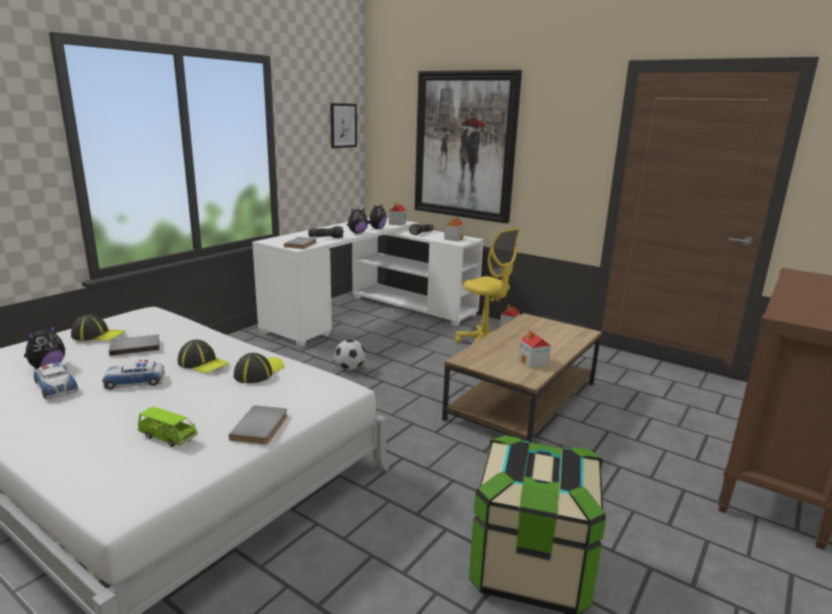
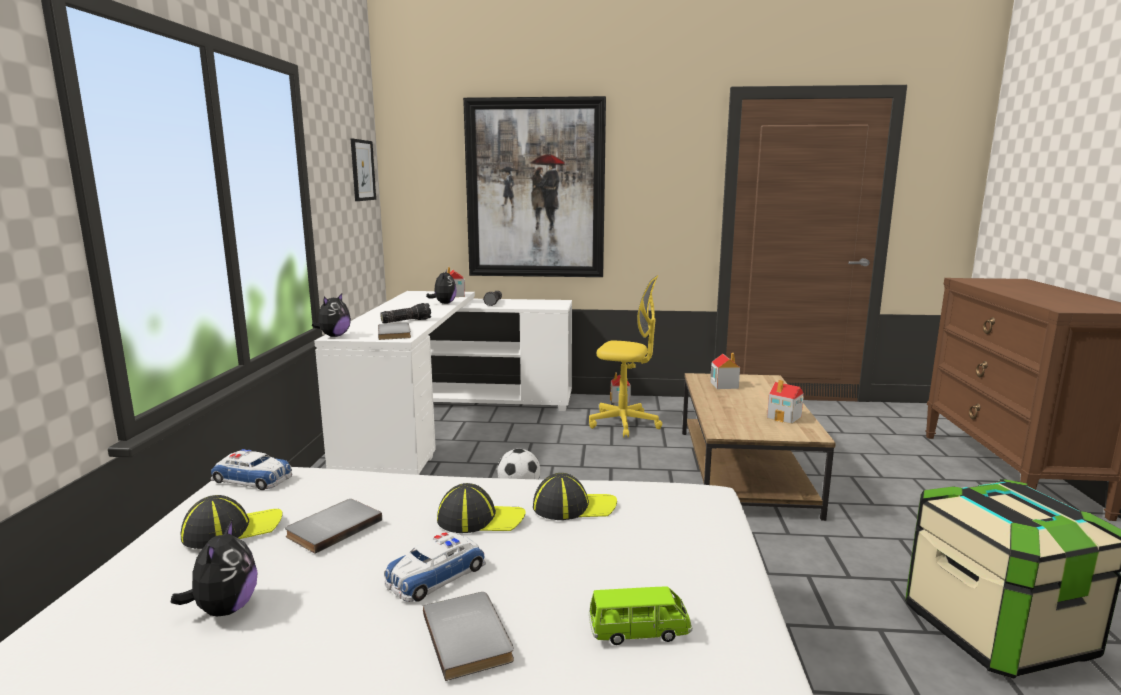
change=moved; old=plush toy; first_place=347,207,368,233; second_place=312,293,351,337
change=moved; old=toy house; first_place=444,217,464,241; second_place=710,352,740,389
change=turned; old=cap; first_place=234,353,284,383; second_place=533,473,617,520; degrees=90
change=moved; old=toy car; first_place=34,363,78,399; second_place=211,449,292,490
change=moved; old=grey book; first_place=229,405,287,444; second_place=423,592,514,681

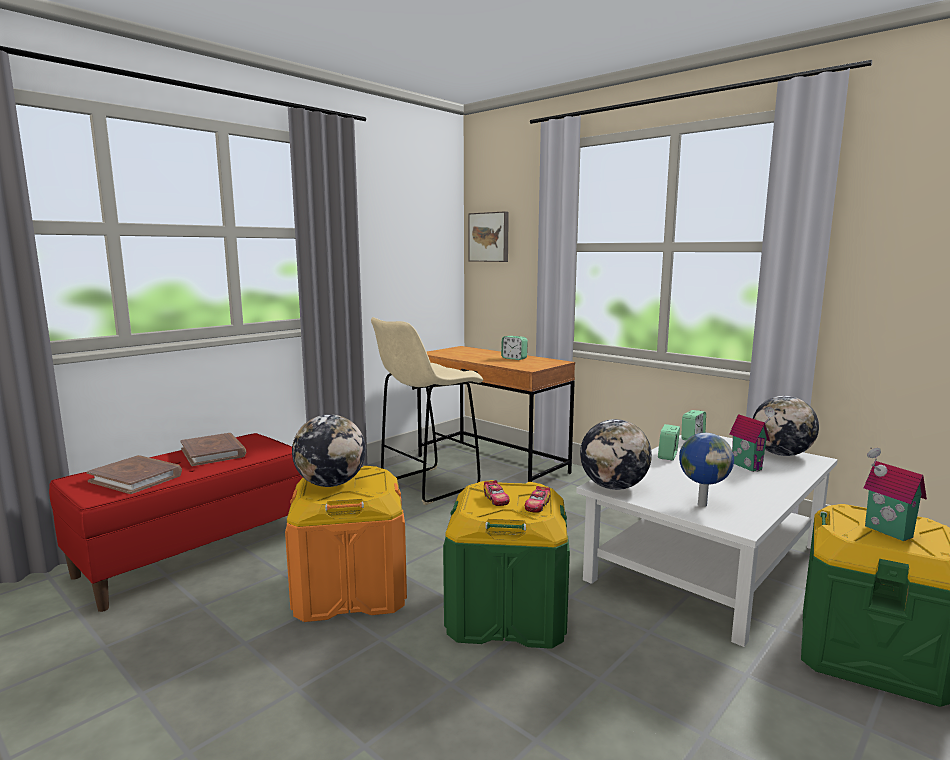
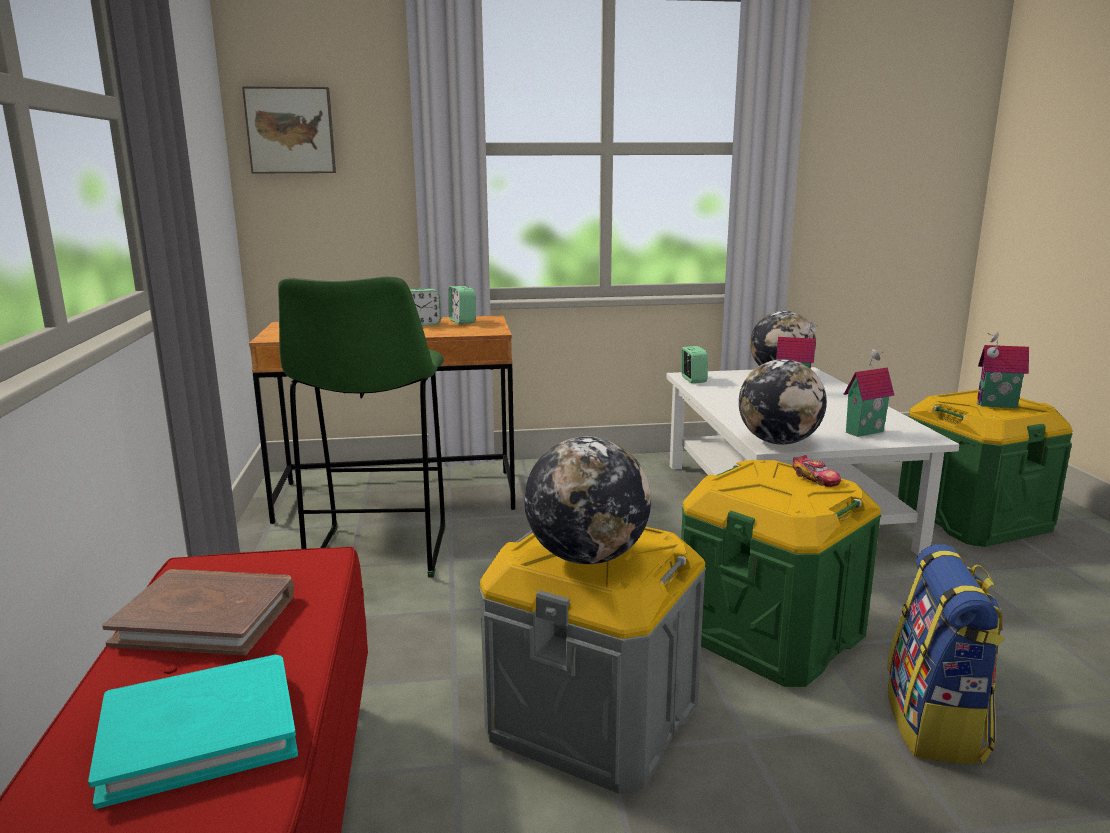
change=recoloured; old=beige stool; new=green stool; first_place=371,317,483,505; second_place=278,276,445,577
change=moved; old=alarm clock; first_place=658,424,680,461; second_place=448,286,476,324
change=replaced; old=globe; new=toy house; first_place=679,433,734,507; second_place=843,349,894,437
change=recoloured; old=brown book; new=turquoise book; first_place=86,455,182,494; second_place=88,654,298,809
change=recoloured; old=orange storage box; new=grey storage box; first_place=285,466,407,622; second_place=479,527,706,794
change=removed; old=toy car; first_place=484,480,510,506
change=added; new=backpack; second_place=887,544,1004,764

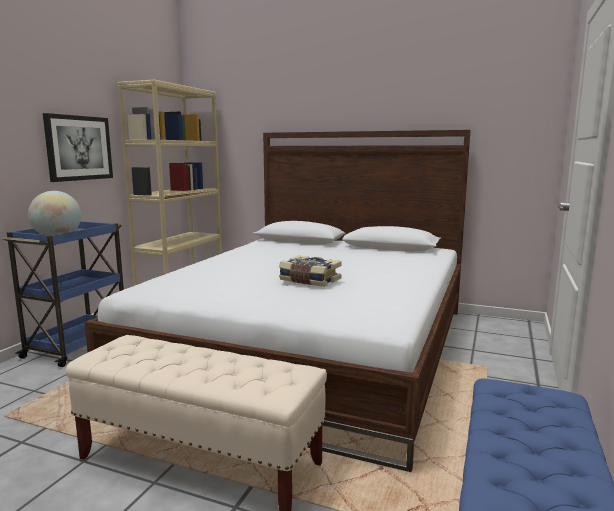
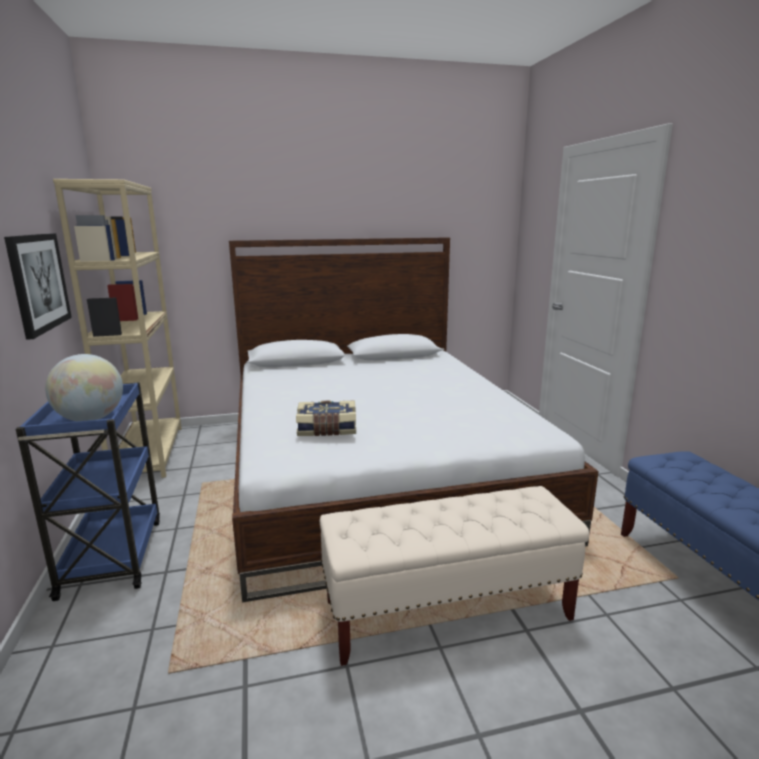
change=moved; old=book; first_place=279,256,342,287; second_place=296,401,356,436

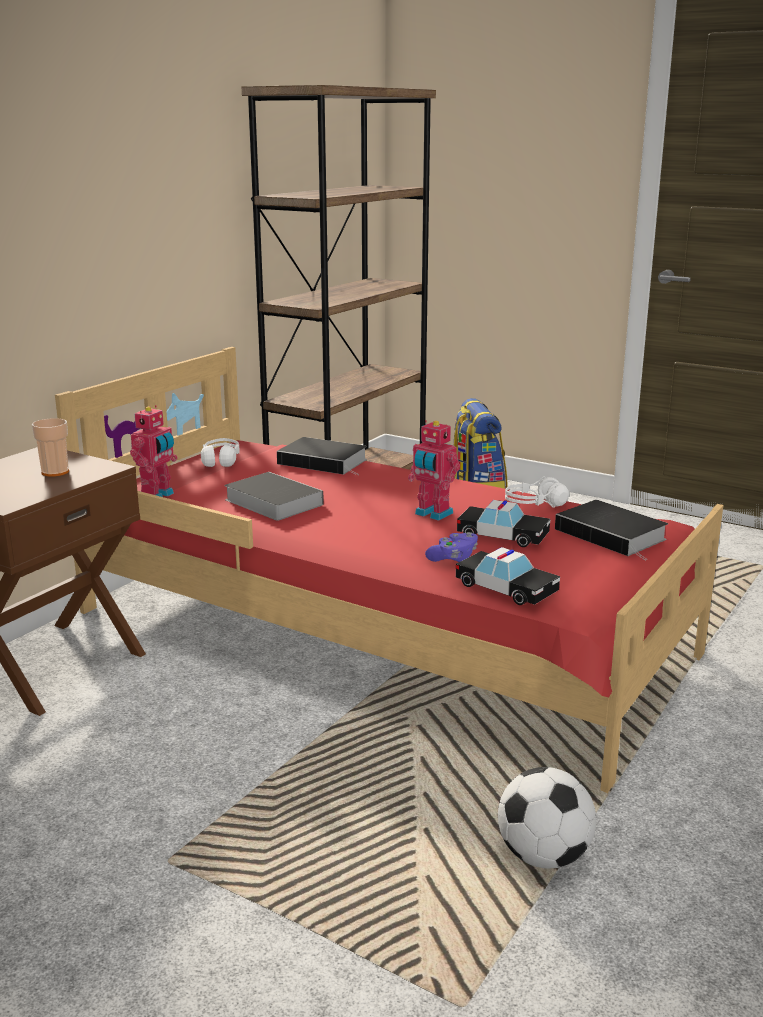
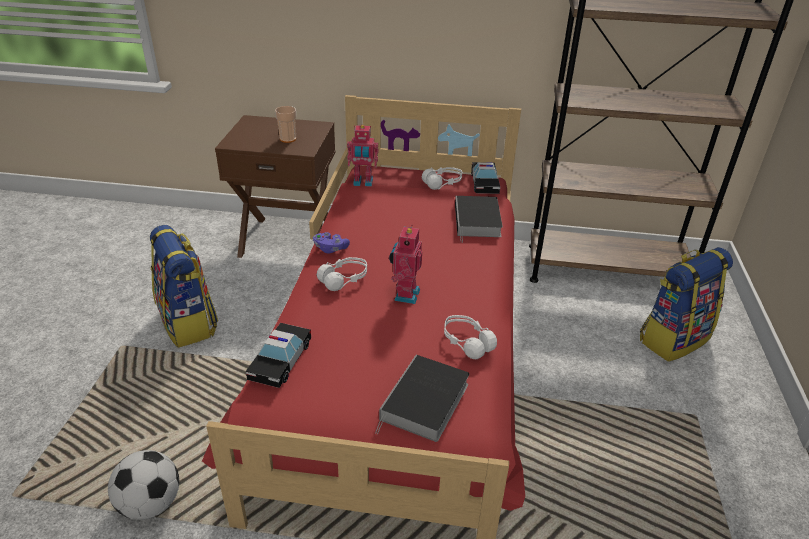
change=removed; old=book; first_place=224,472,324,521
change=moved; old=toy car; first_place=457,500,550,547; second_place=471,162,500,194
change=moved; old=purple game controller; first_place=425,532,478,562; second_place=313,232,350,254
change=added; new=backpack; second_place=150,225,218,348
change=added; new=white headphones; second_place=317,257,367,291

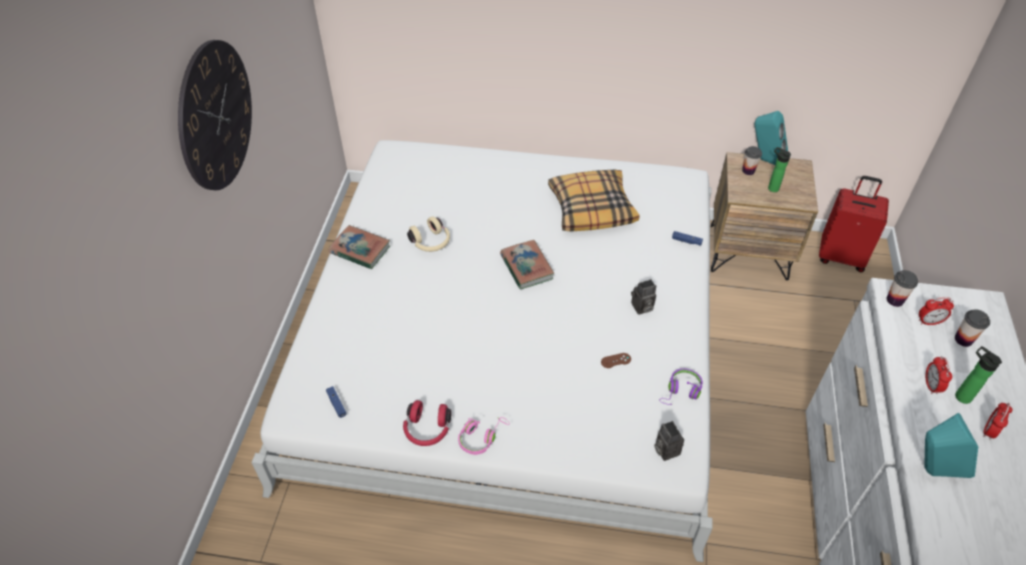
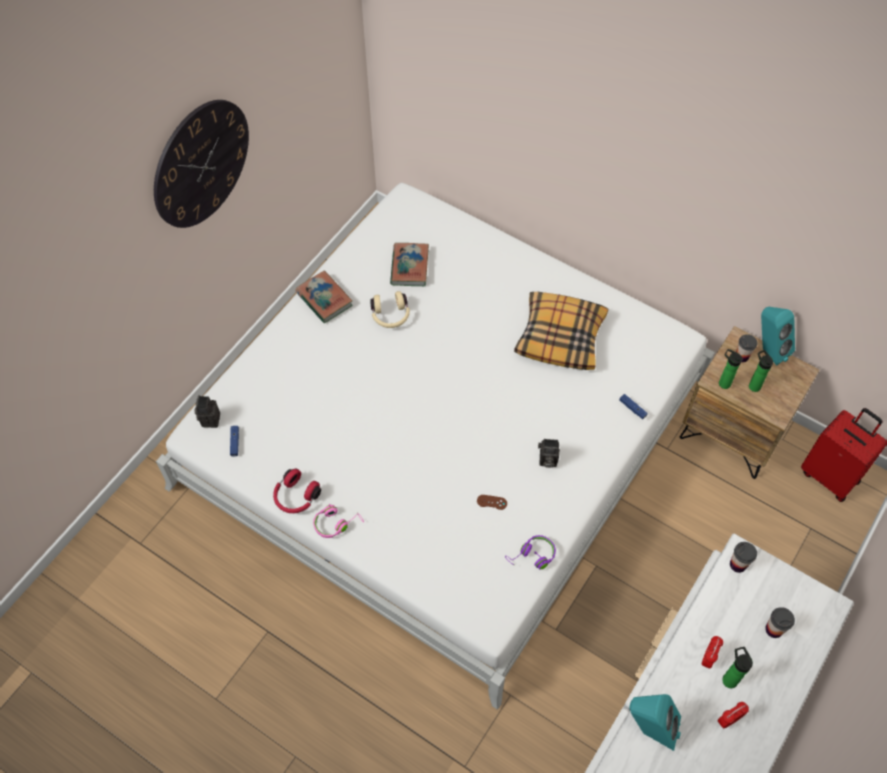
change=moved; old=book; first_place=500,240,555,289; second_place=390,243,429,286
change=removed; old=alarm clock; first_place=919,297,954,325
change=moved; old=photo camera; first_place=654,421,684,461; second_place=194,395,220,428
change=added; new=bottle; second_place=719,349,743,389

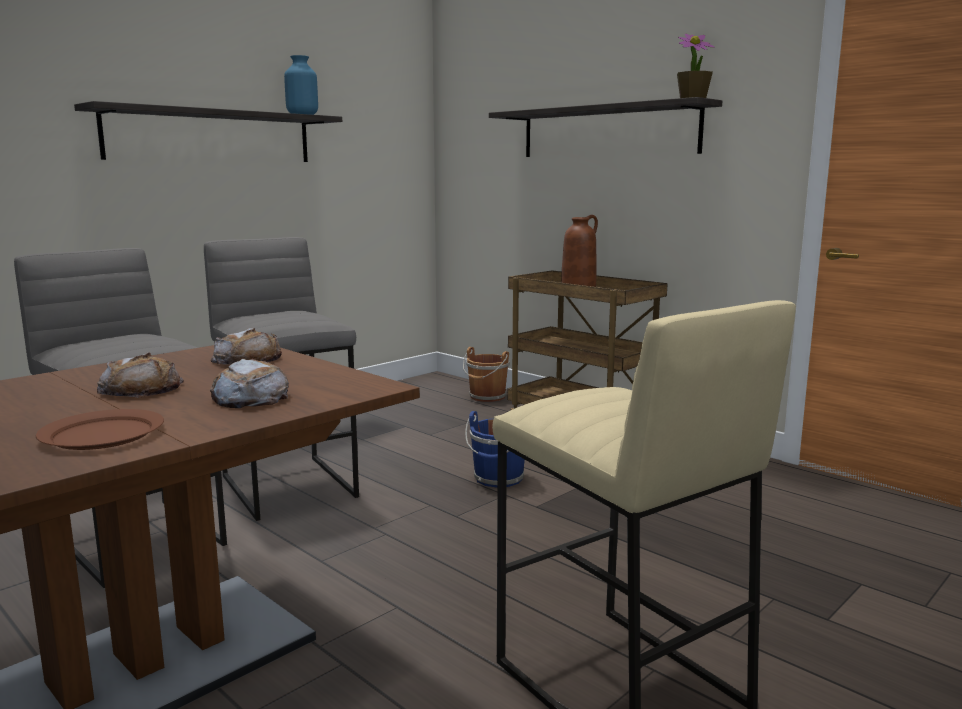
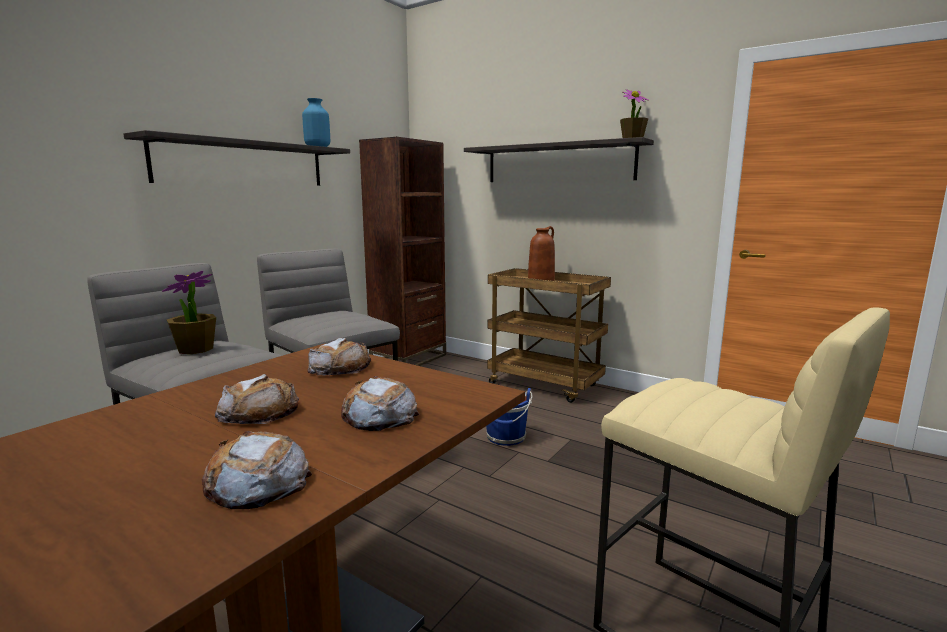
change=removed; old=brown bucket; first_place=463,347,509,402
change=replaced; old=brown plate; new=bread; first_place=36,409,164,450; second_place=202,431,312,509
change=added; new=brown bookcase; second_place=359,137,446,366
change=added; new=potted plant; second_place=162,271,216,354

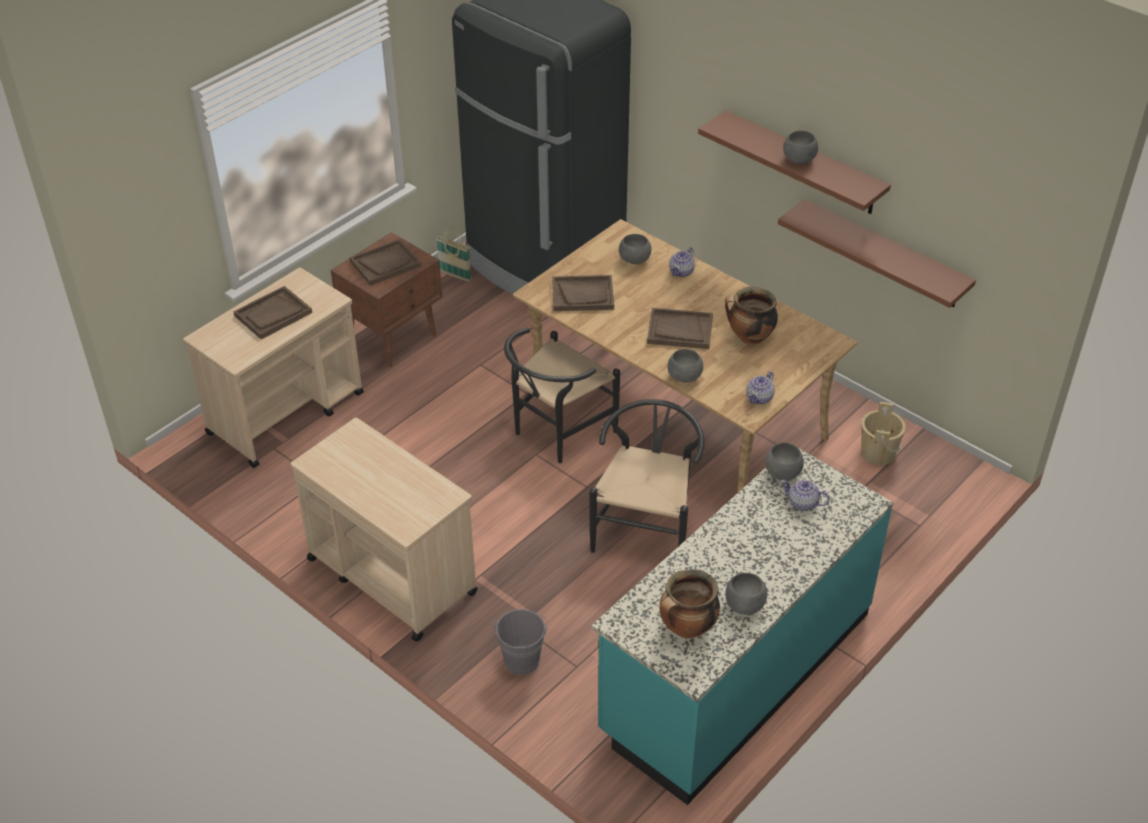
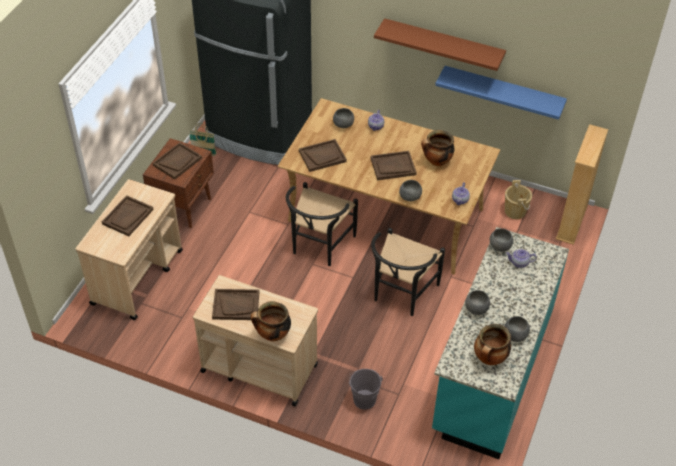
change=moved; old=grey bowl; first_place=783,131,818,164; second_place=465,290,490,315
change=recoloured; old=brown shelf; new=blue shelf; first_place=778,199,976,308; second_place=435,66,567,120
change=turned; old=black chair; first_place=589,399,704,553; second_place=371,228,445,316; degrees=-150
change=added; new=beige bookcase; second_place=556,124,608,245
change=added; new=brown tray; second_place=212,289,259,320
change=added; new=cooking pot; second_place=251,301,291,341

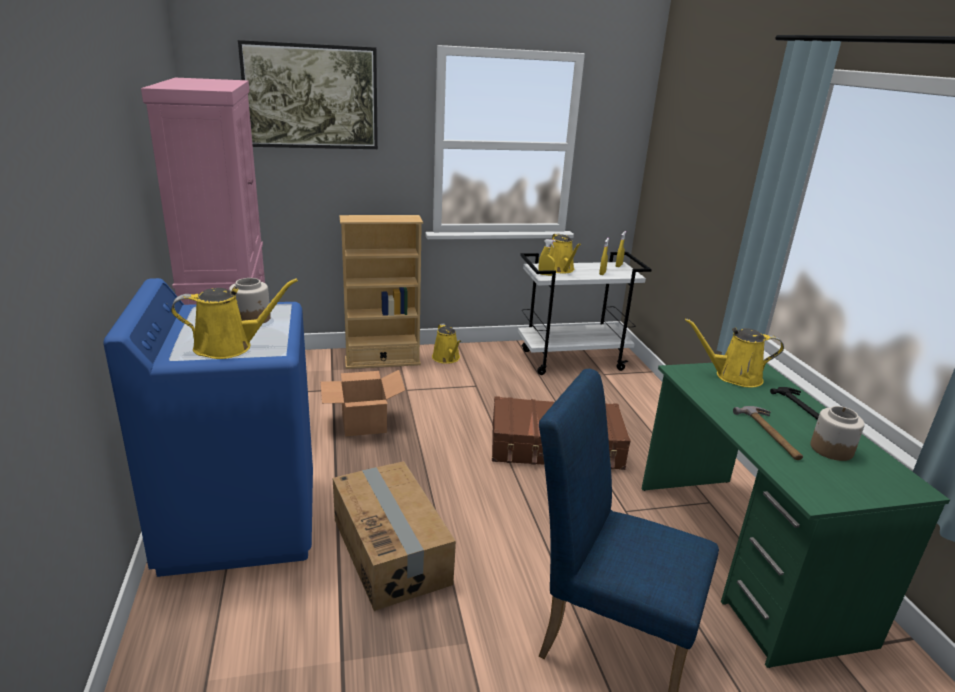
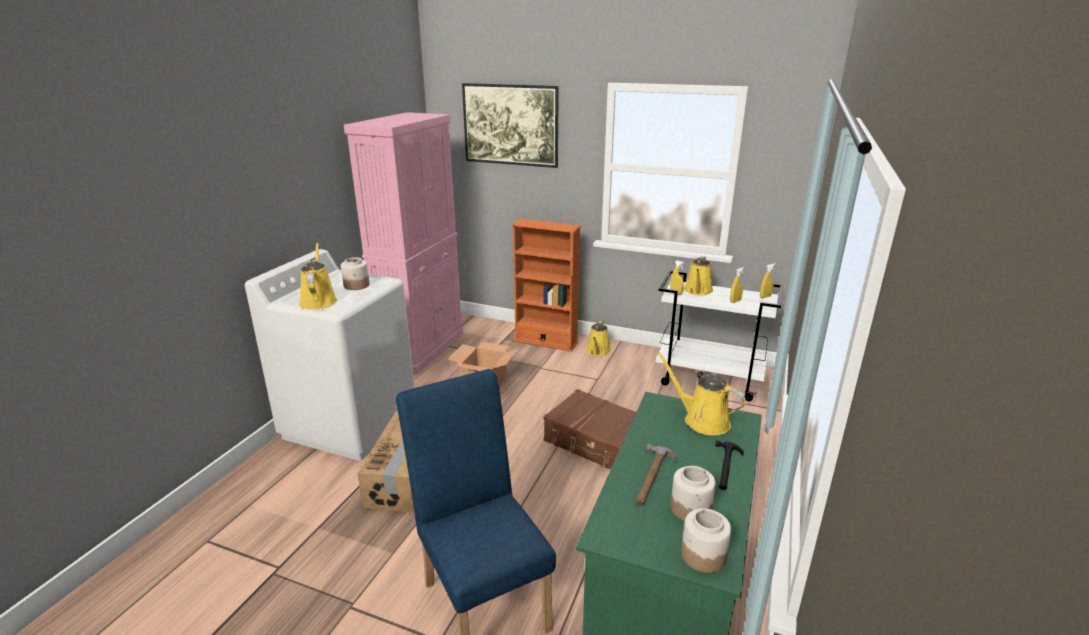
change=recoloured; old=beige bookcase; new=orange bookcase; first_place=339,215,423,369; second_place=511,219,581,352
change=recoloured; old=blue washing machine; new=white washing machine; first_place=103,278,313,577; second_place=245,249,414,461
change=turned; old=yellow watering can; first_place=171,278,298,359; second_place=299,243,337,310; degrees=-120
change=added; new=jar; second_place=681,508,731,573

